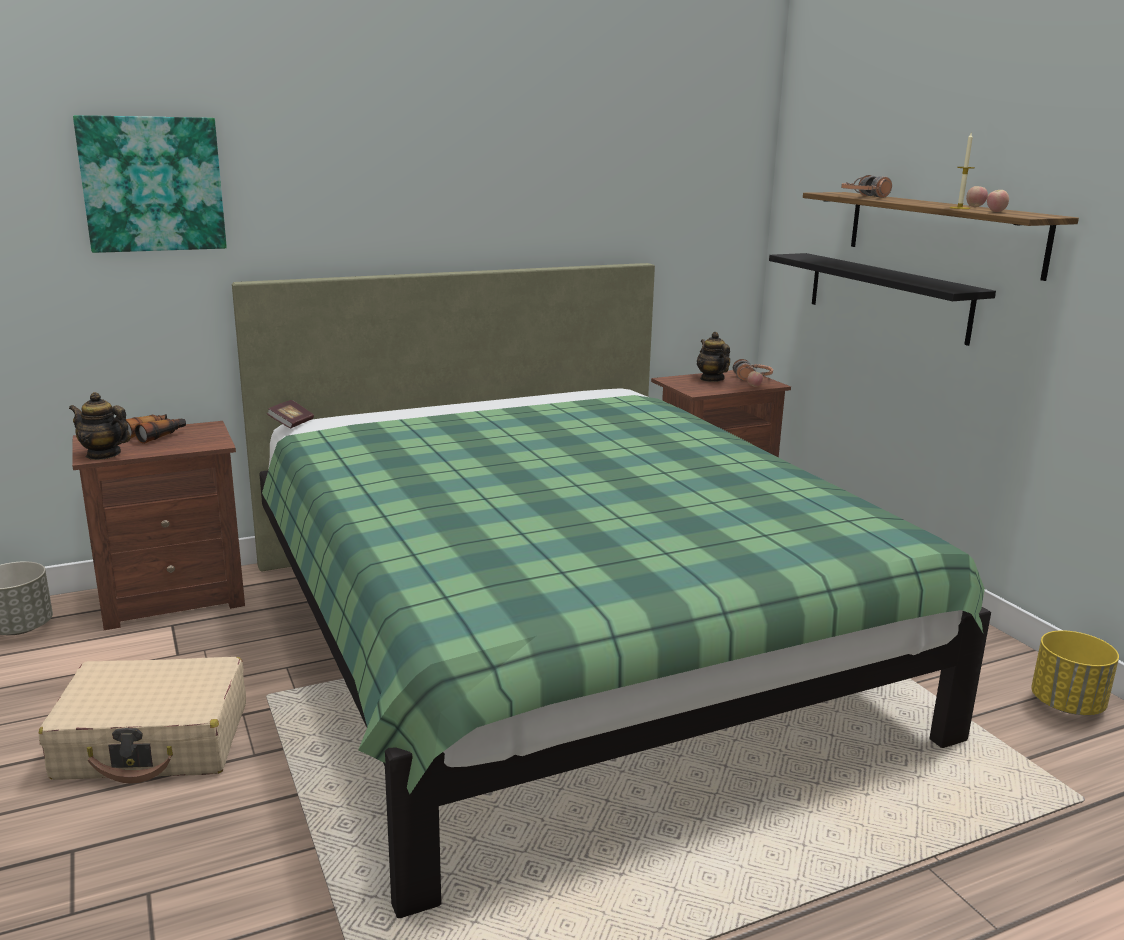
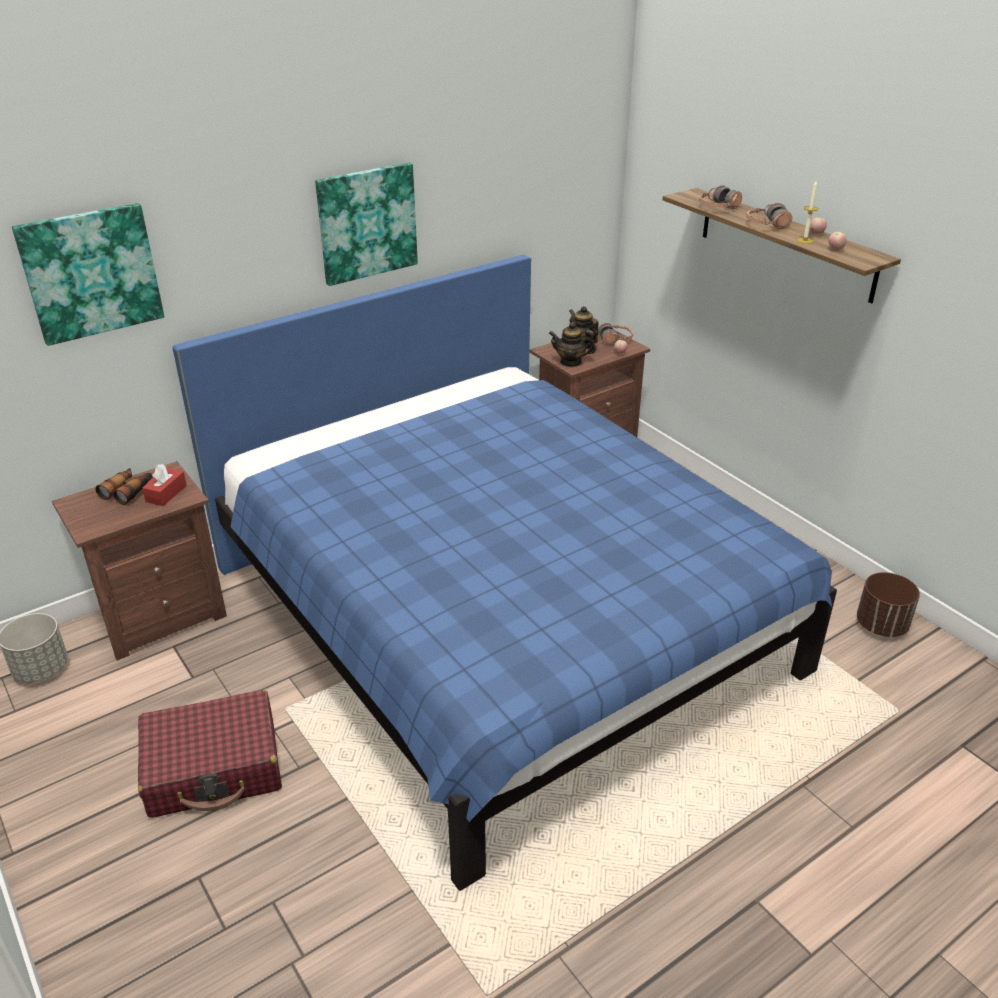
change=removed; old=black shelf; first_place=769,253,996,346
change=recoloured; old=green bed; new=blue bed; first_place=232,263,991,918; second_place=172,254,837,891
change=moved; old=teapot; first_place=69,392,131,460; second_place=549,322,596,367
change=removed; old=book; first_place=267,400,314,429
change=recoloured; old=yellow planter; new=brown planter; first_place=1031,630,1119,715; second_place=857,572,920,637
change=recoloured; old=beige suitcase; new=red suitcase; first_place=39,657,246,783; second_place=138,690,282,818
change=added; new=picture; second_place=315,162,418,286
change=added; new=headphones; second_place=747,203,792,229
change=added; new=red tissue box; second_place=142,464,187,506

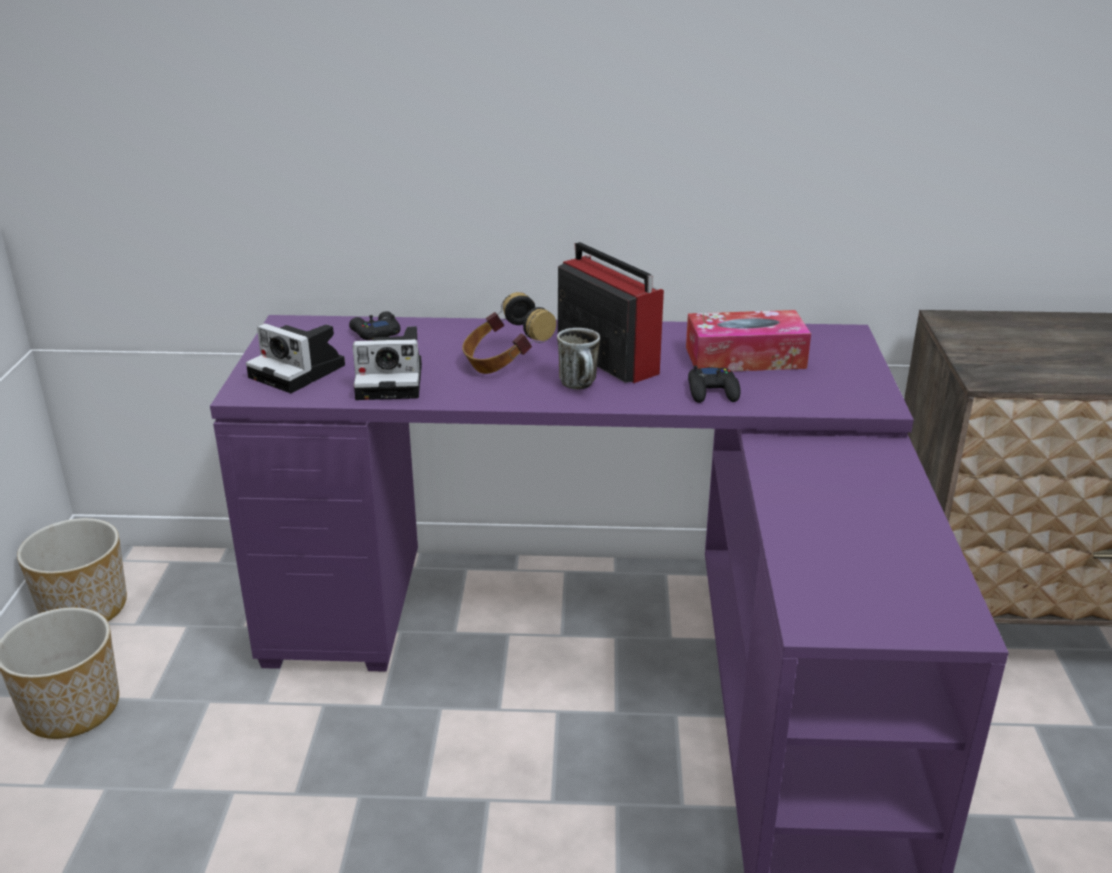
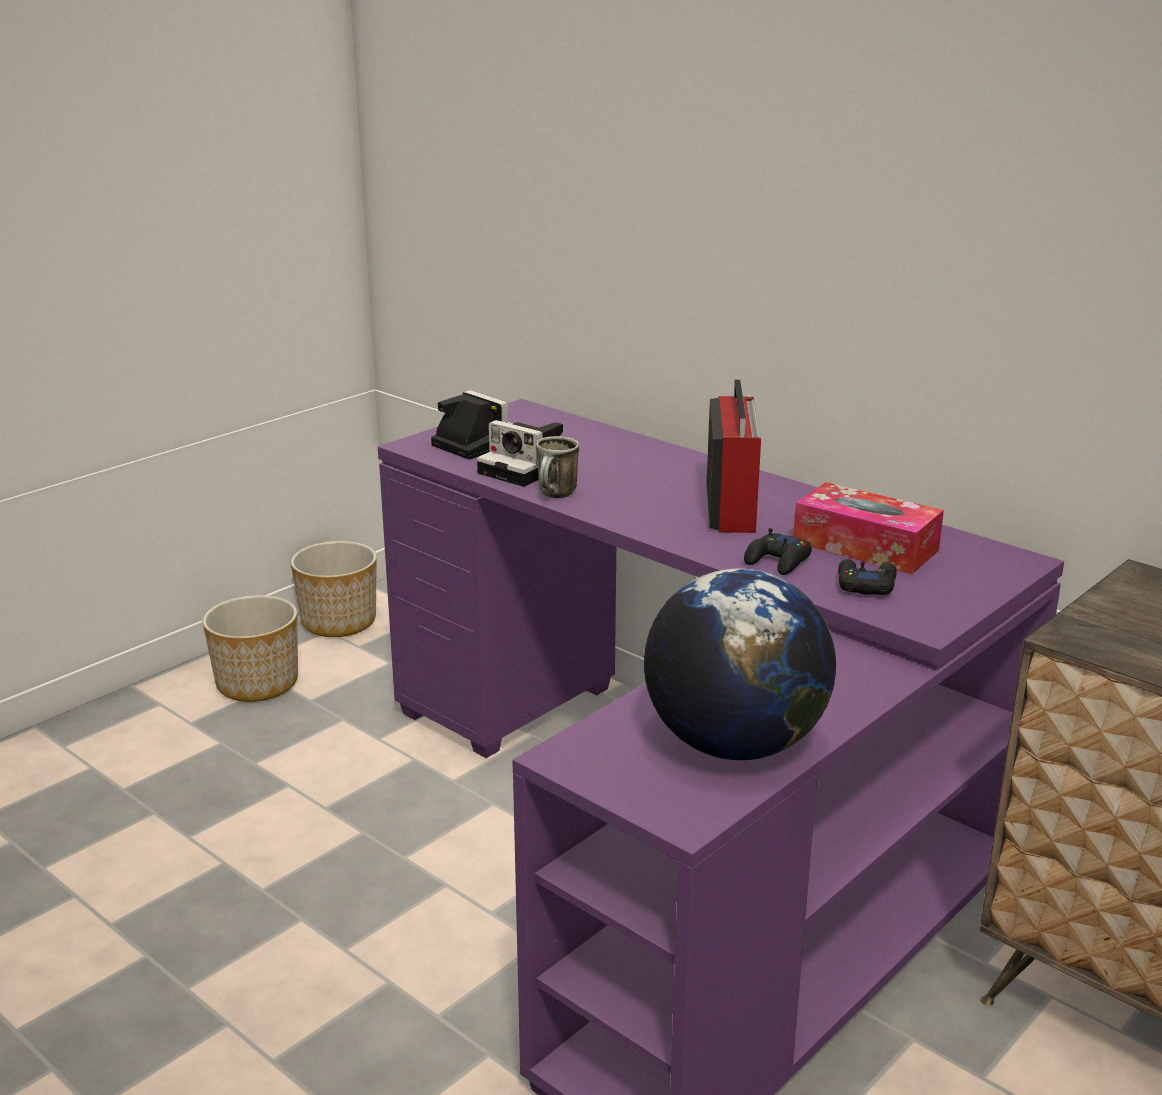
change=removed; old=headphones; first_place=462,292,556,374
change=moved; old=black game controller; first_place=349,311,400,340; second_place=838,559,896,595
change=turned; old=photo camera; first_place=246,323,345,393; second_place=431,390,513,460; degrees=150
change=moved; old=mug; first_place=557,328,600,389; second_place=536,436,579,498
change=added; new=globe; second_place=644,569,836,760

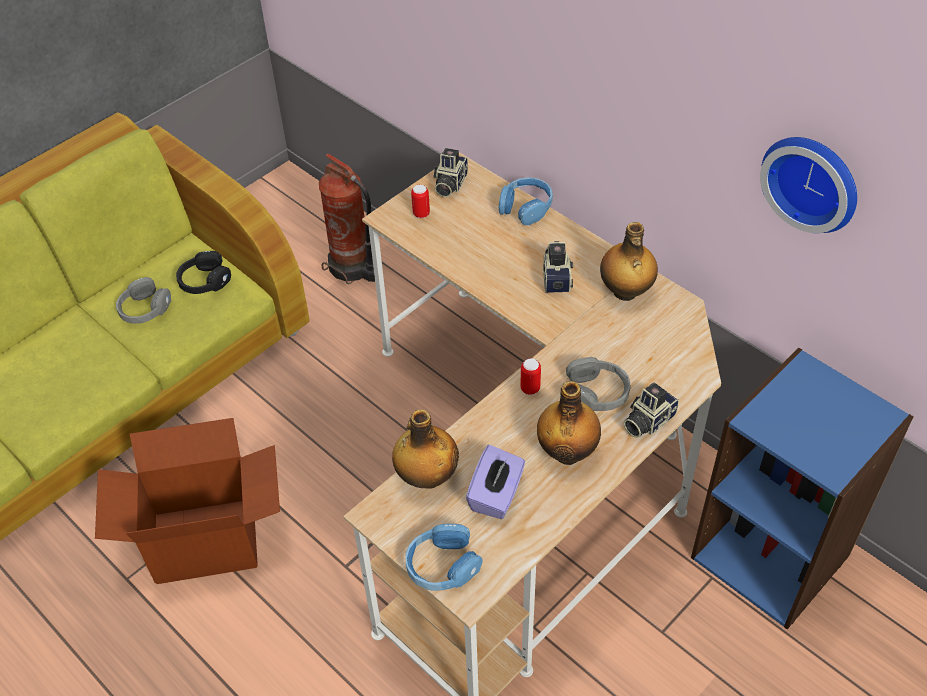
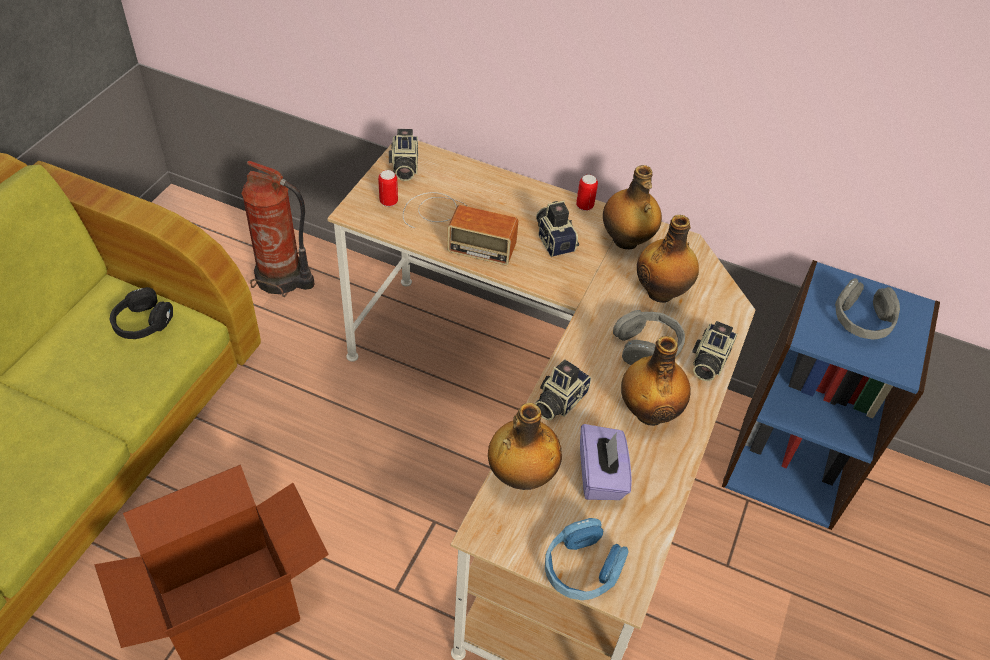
change=removed; old=wall clock; first_place=760,137,857,233
change=removed; old=blue headphones; first_place=499,177,553,225
change=moved; old=grey headphones; first_place=116,277,171,324; second_place=835,278,900,339
change=moved; old=can; first_place=520,358,541,395; second_place=576,175,598,211
change=added; new=radio; second_place=403,192,518,265
change=added; new=bottle; second_place=637,215,699,303
change=added; new=photo camera; second_place=535,360,591,421

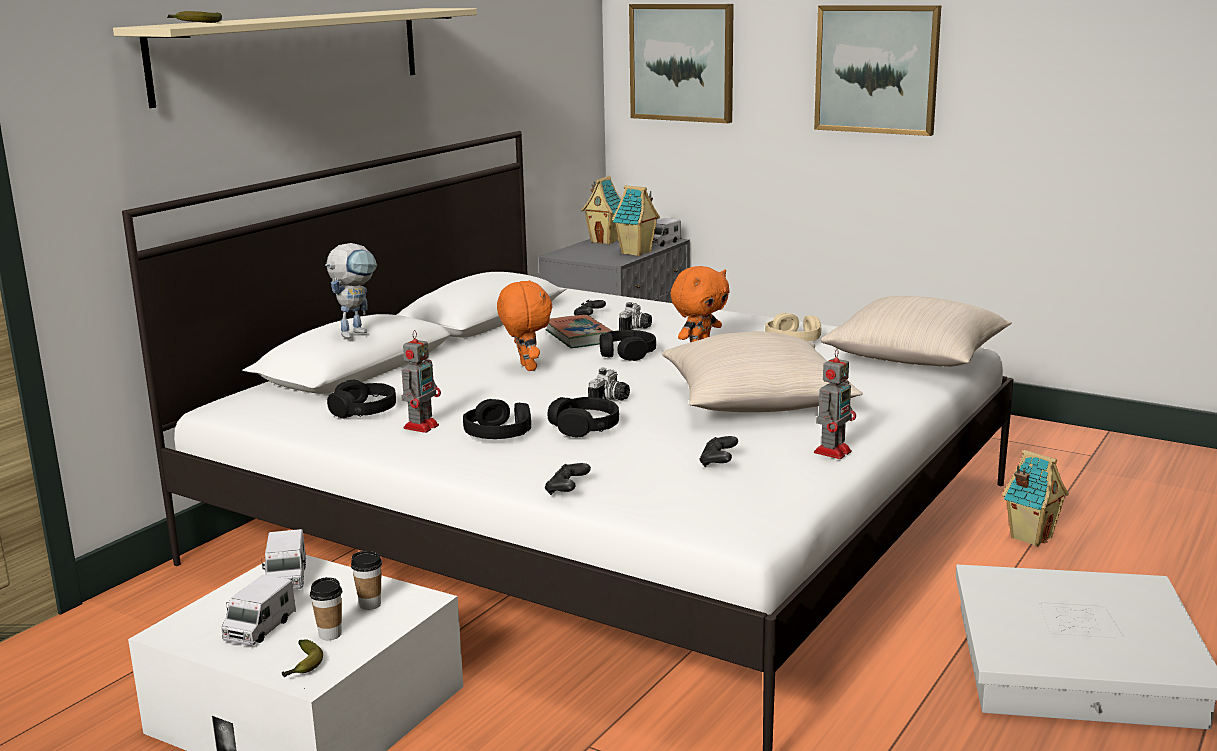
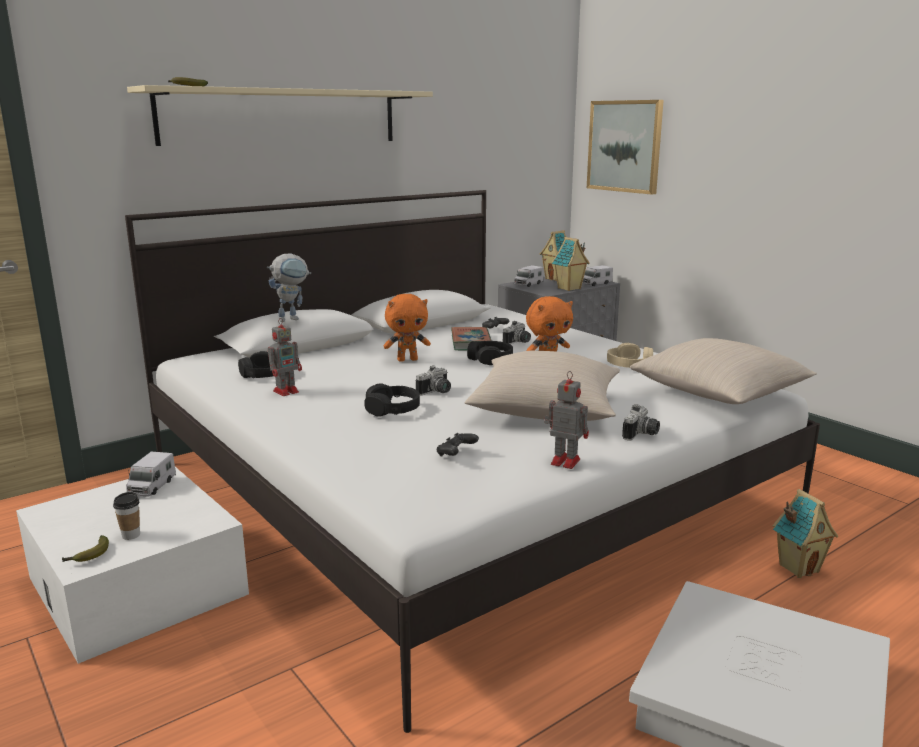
change=removed; old=picture; first_place=814,5,941,136
change=turned; old=orange plush toy; first_place=497,280,552,371; second_place=384,294,431,362; degrees=75
change=turned; old=toy robot; first_place=814,349,856,459; second_place=544,371,589,469; degrees=-120
change=removed; old=black headphones; first_place=463,399,531,439
change=removed; old=black game controller; first_place=545,463,591,495
change=removed; old=cup; first_place=351,551,382,610
change=moved; old=toy truck; first_place=221,575,296,646; second_place=514,265,544,287
change=added; new=photo camera; second_place=622,404,660,441

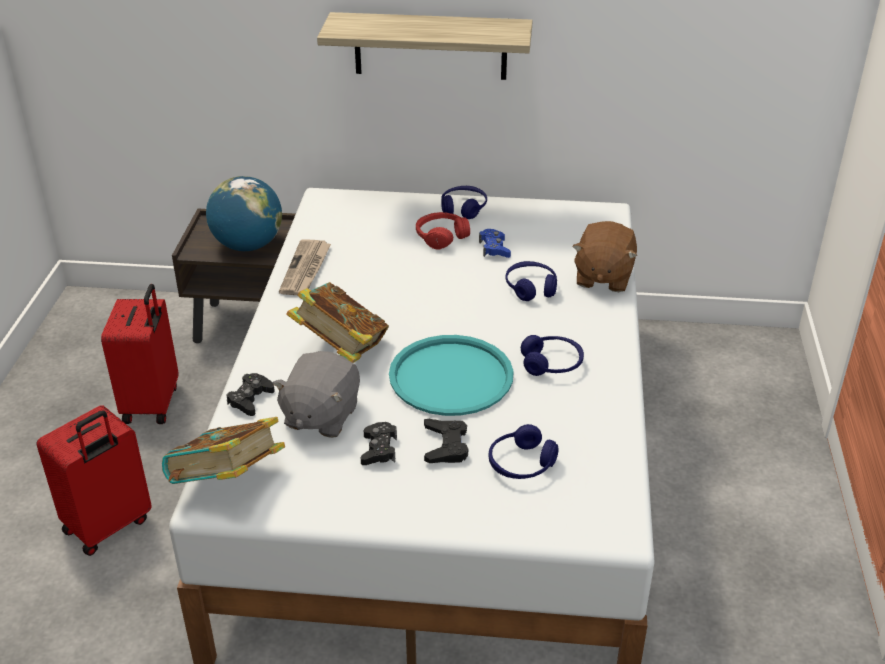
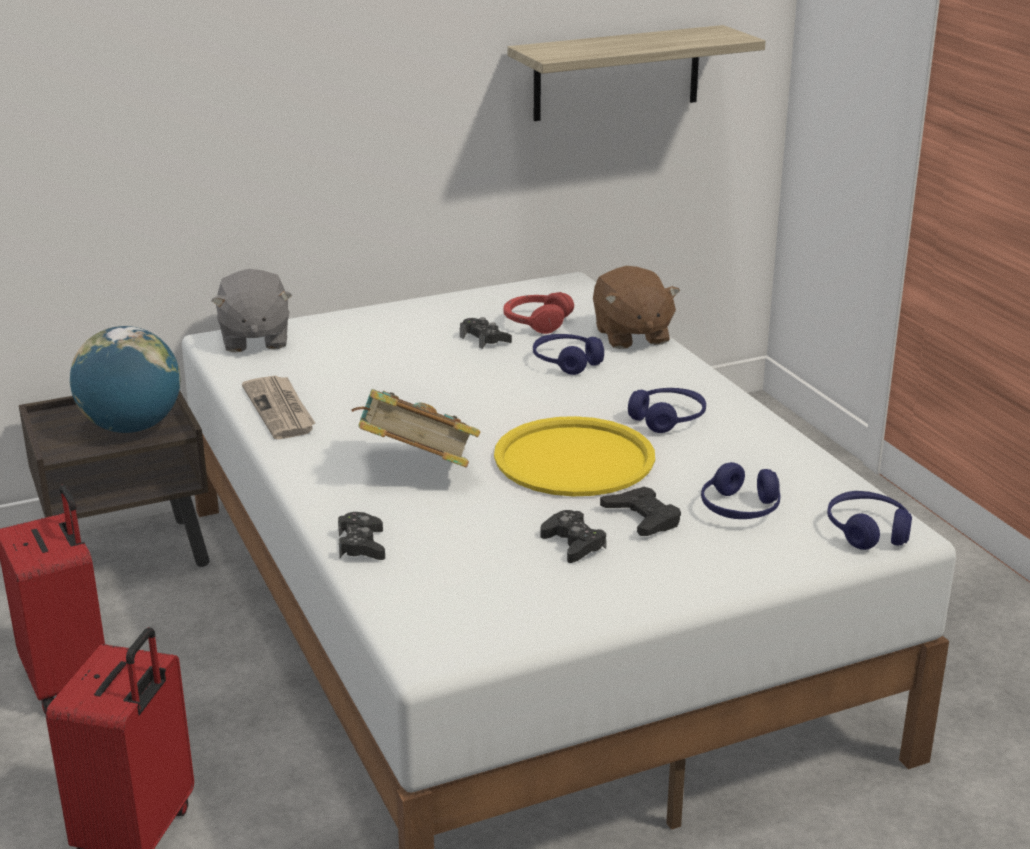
change=moved; old=shelf; first_place=317,12,533,80; second_place=507,25,766,121
change=moved; old=blue headphones; first_place=441,186,487,219; second_place=827,491,912,550
change=moved; old=red headphones; first_place=416,212,470,250; second_place=504,292,574,334
change=recoloured; old=blue game controller; new=black game controller; first_place=479,229,511,258; second_place=460,317,512,349
change=recoloured; old=turquoise tray; new=yellow tray; first_place=389,335,514,416; second_place=494,416,655,496
change=moved; old=grey plush toy; first_place=273,351,360,438; second_place=211,269,292,352
change=removed; old=book; first_place=162,417,285,484

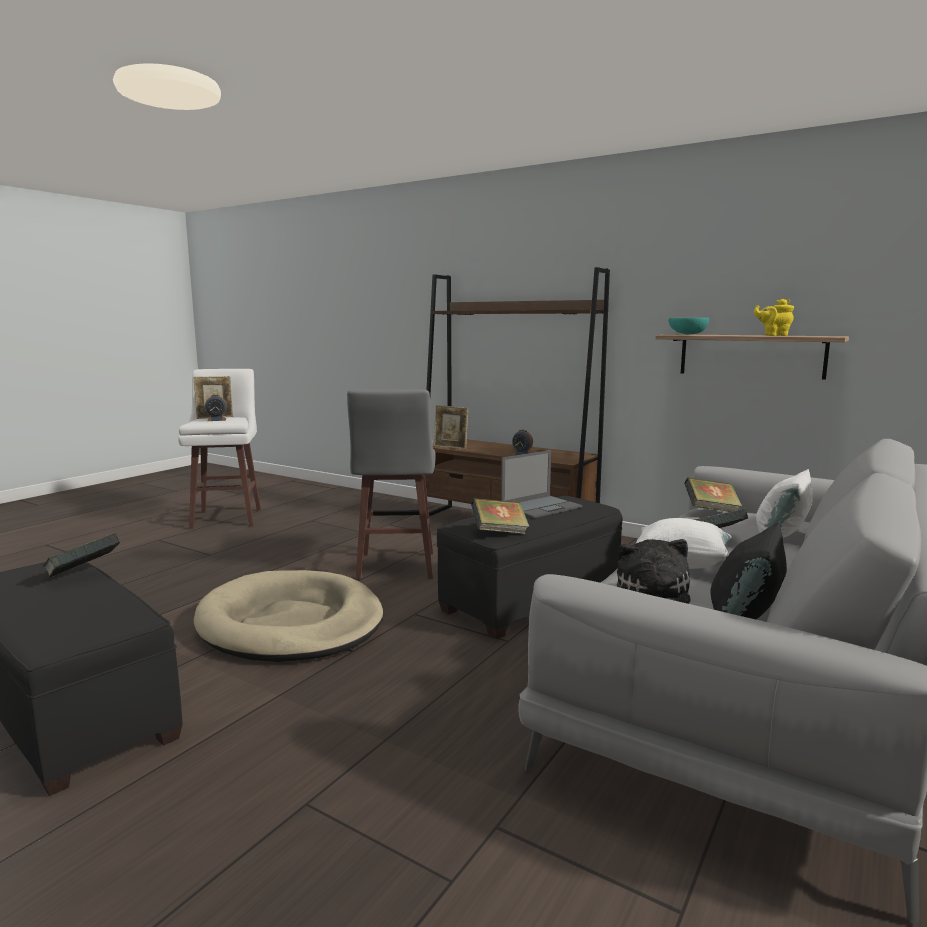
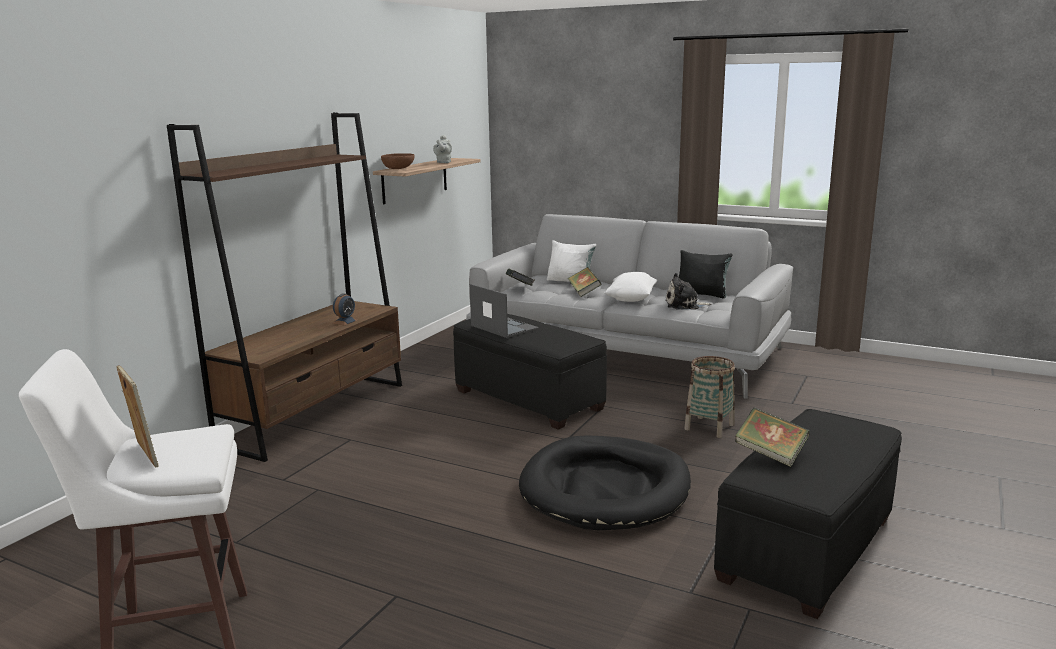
change=recoloured; old=yellow teapot; new=grey teapot; first_place=754,299,794,336; second_place=433,135,452,163
change=recoloured; old=turquoise bowl; new=brown bowl; first_place=668,318,709,335; second_place=381,153,415,169
change=removed; old=grey stool; first_place=347,389,436,580
change=removed; old=alarm clock; first_place=205,395,227,421
change=removed; old=picture frame; first_place=434,405,468,449
change=removed; old=book; first_place=471,498,529,534
change=recoloured; old=beige dog bed; new=black dog bed; first_place=194,570,383,662; second_place=519,435,691,530
change=added; new=basket; second_place=684,356,735,438

